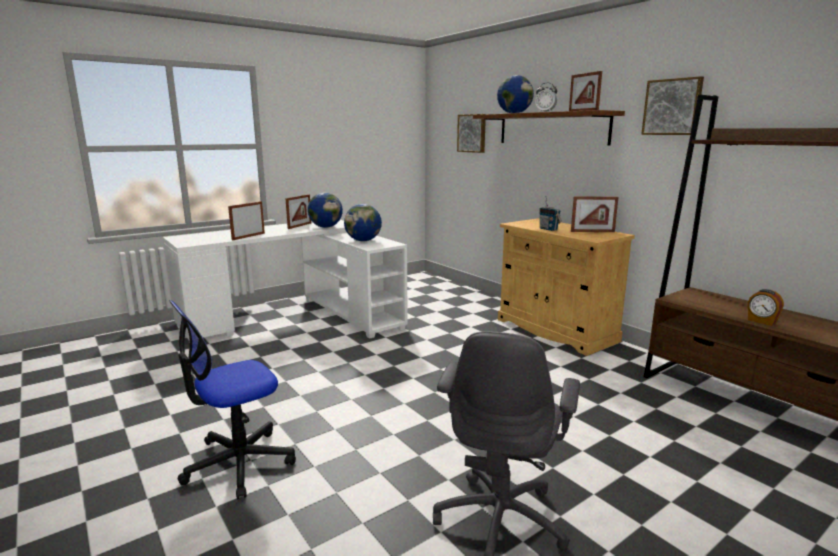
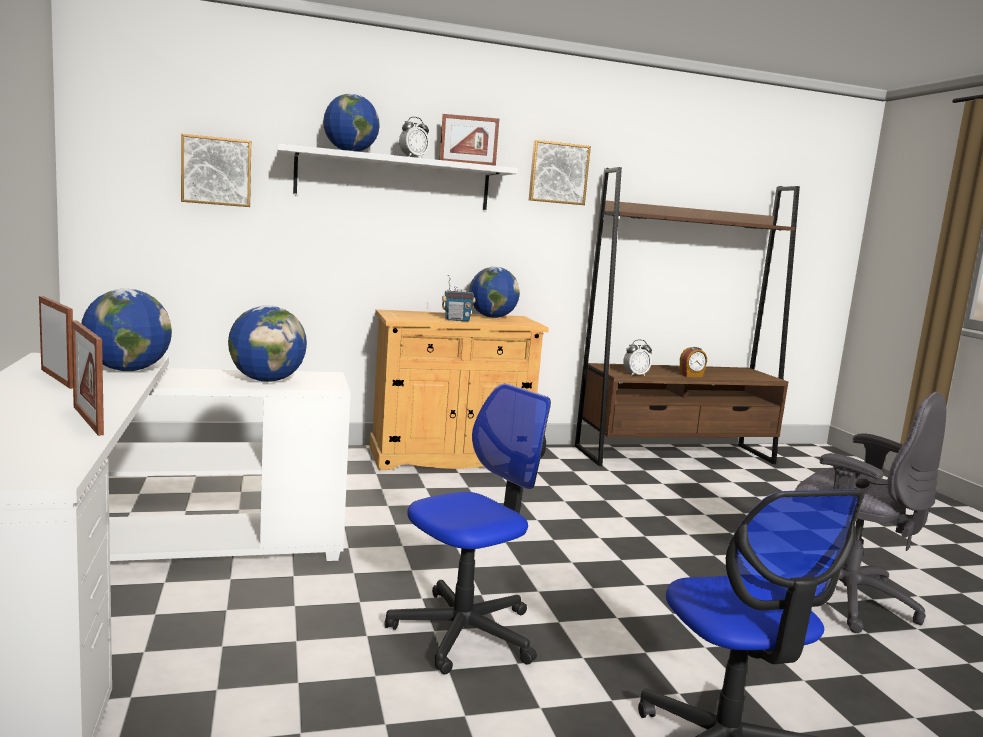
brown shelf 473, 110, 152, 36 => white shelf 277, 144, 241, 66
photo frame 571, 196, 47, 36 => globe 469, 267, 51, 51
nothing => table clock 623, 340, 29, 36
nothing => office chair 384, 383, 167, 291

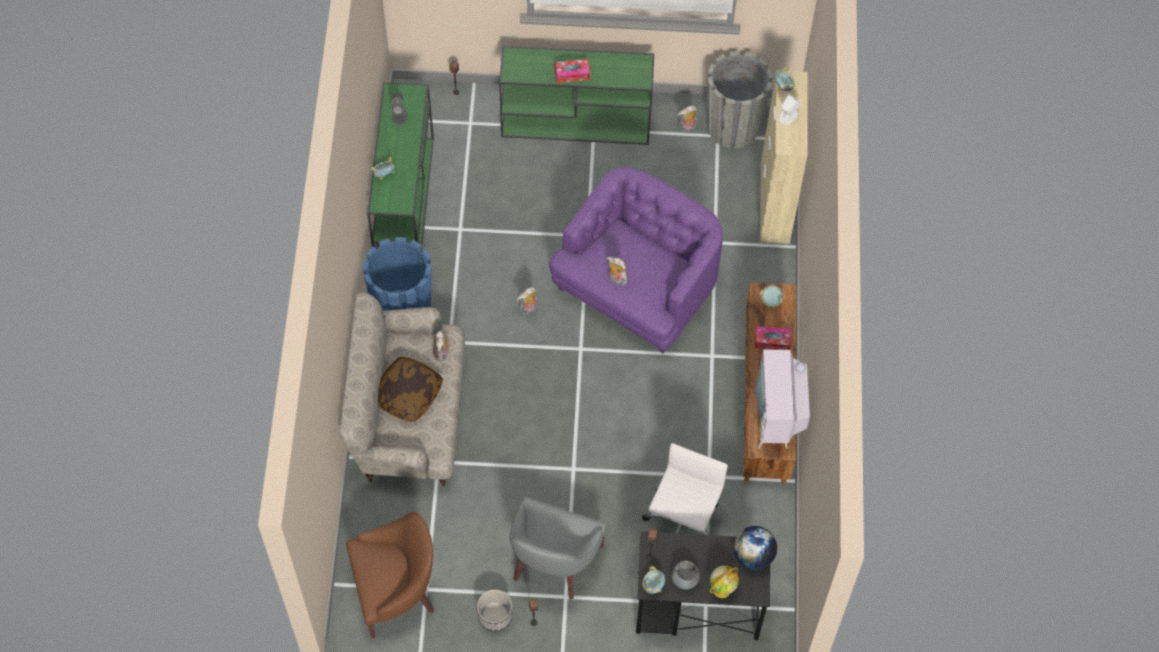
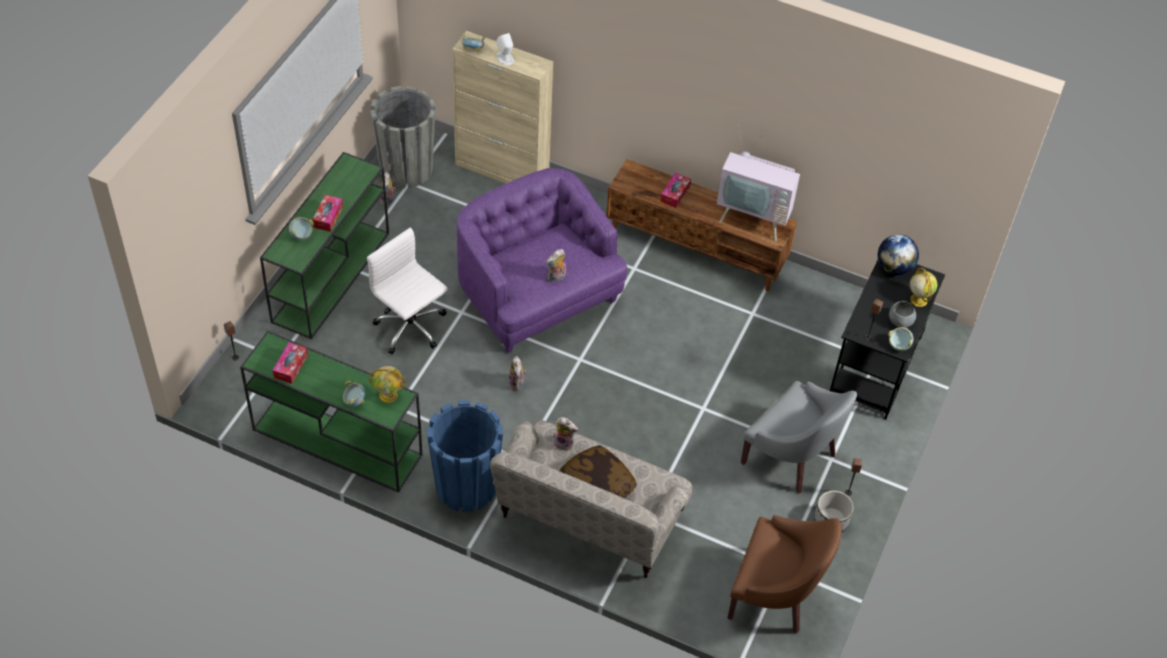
grey speaker 391, 93, 16, 32 => tissue holder 272, 342, 36, 42
deep dish 760, 285, 24, 23 => deep dish 289, 217, 24, 23, shifted
white office chair 642, 443, 86, 92 => white office chair 367, 228, 81, 126, shifted
brown easy chair 346, 512, 88, 126 => brown easy chair 727, 515, 115, 118, 105 degrees clockwise
nothing => globe 369, 366, 37, 37

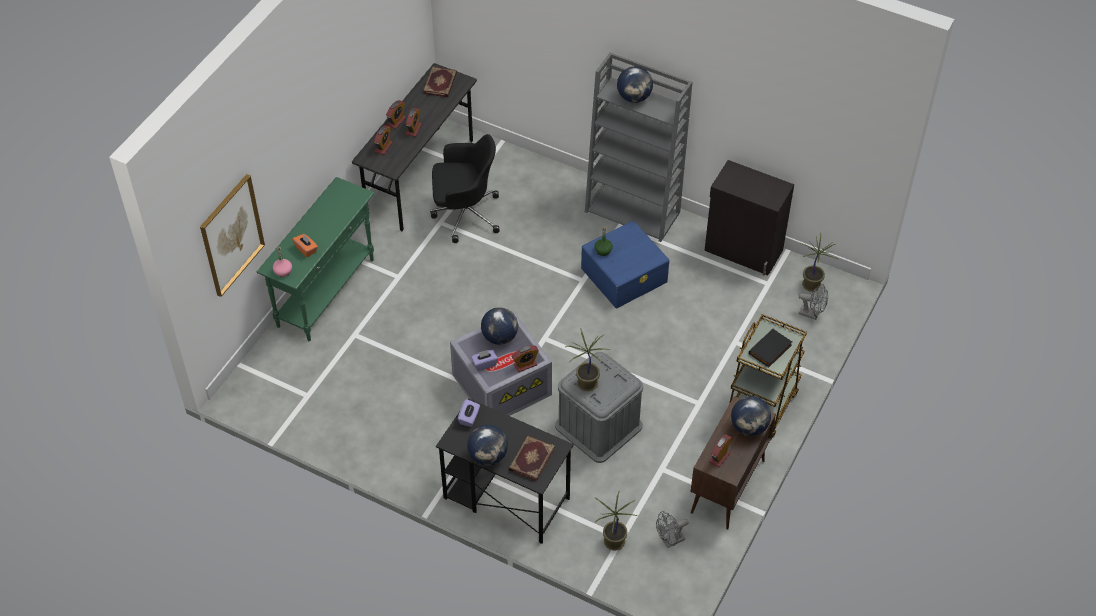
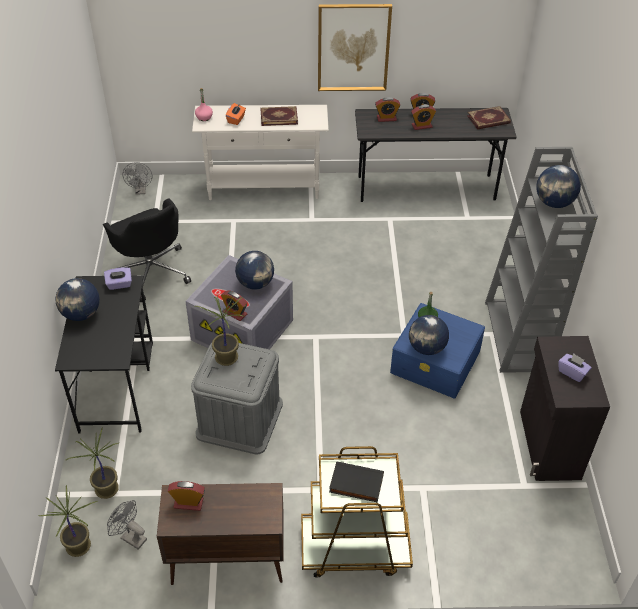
black-coloured office chair 430, 134, 69, 109 => black-coloured office chair 103, 198, 88, 104, shifted
wall art 200, 174, 65, 123 => wall art 318, 4, 74, 87, shifted
green-coloured hall table 257, 177, 118, 164 => white hall table 192, 105, 137, 95
potted plant 800, 233, 39, 59 => potted plant 39, 485, 58, 72, shifted
grey fan 799, 284, 29, 36 => grey fan 123, 162, 29, 33, shifted
purple tissue holder 471, 350, 27, 21 => purple tissue holder 558, 353, 34, 29, shifted
globe 731, 396, 40, 40 => globe 409, 315, 40, 40, shifted
volume 509, 435, 46, 47 => volume 260, 106, 38, 20, shifted

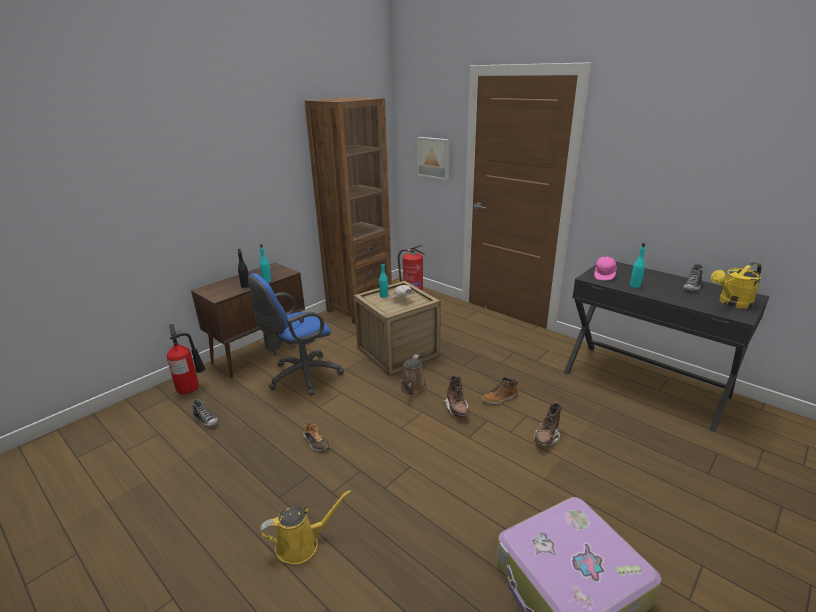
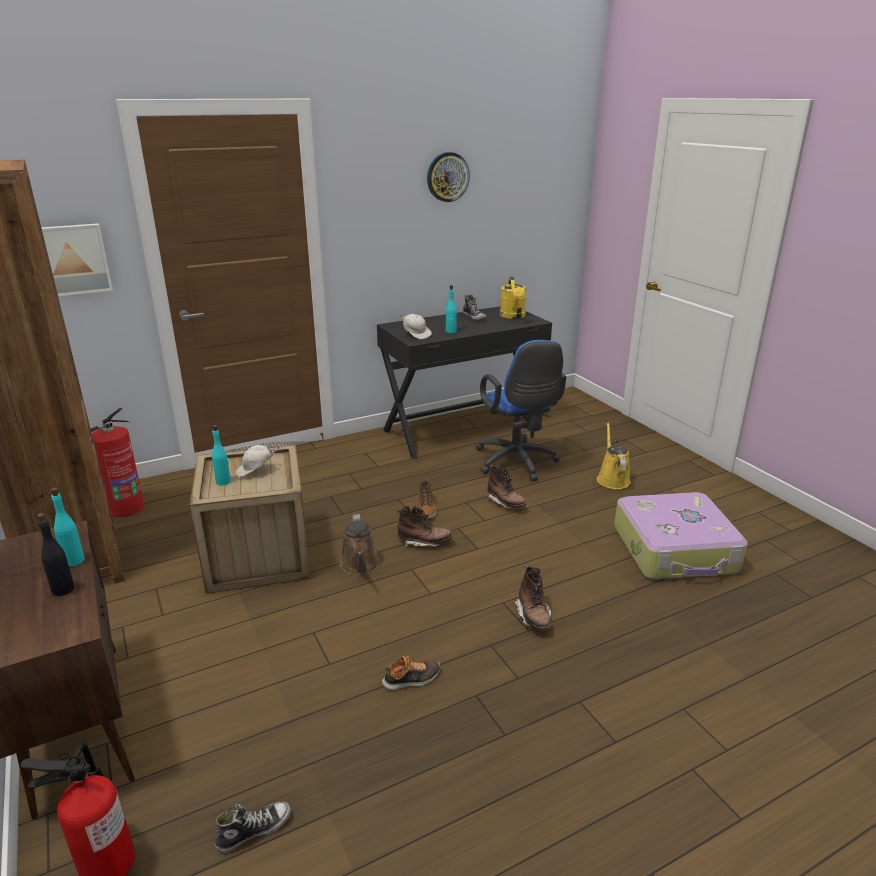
pinkish cap 594, 255, 23, 25 => white cap 400, 314, 32, 25
bluish office chair 248, 273, 96, 123 => bluish office chair 476, 340, 91, 142, shifted
brown sprinkling can 399, 354, 28, 42 => brown sprinkling can 340, 514, 40, 61, 45 degrees clockwise
yellowish sprinkling can 259, 490, 92, 74 => yellowish sprinkling can 597, 423, 34, 66, shifted
nothing => wall clock 427, 152, 43, 50
nothing => brown boot 514, 563, 38, 67

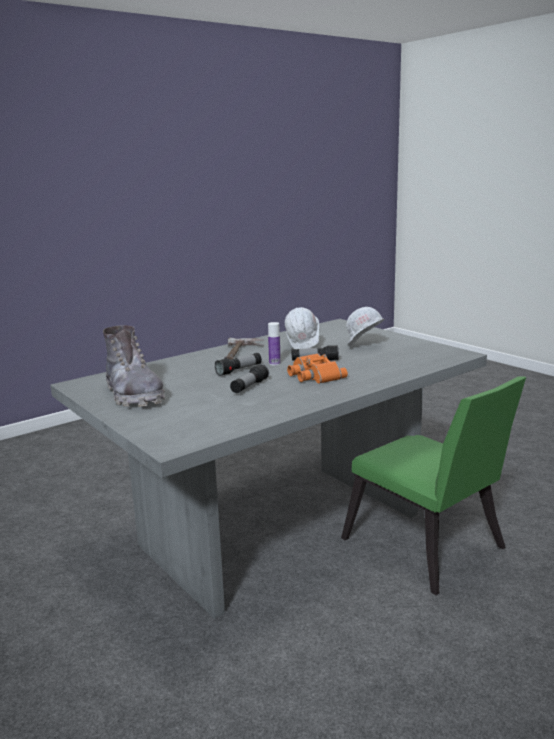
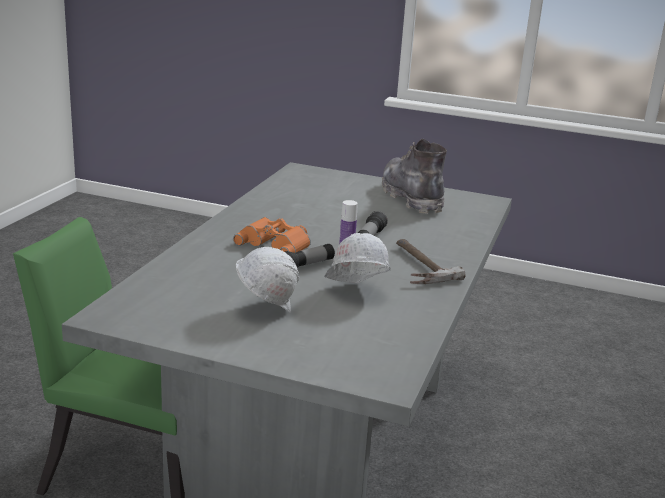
grey boot 103, 325, 62, 82 => grey boot 382, 139, 65, 75, 45 degrees clockwise
flashlight 230, 364, 39, 29 => nothing

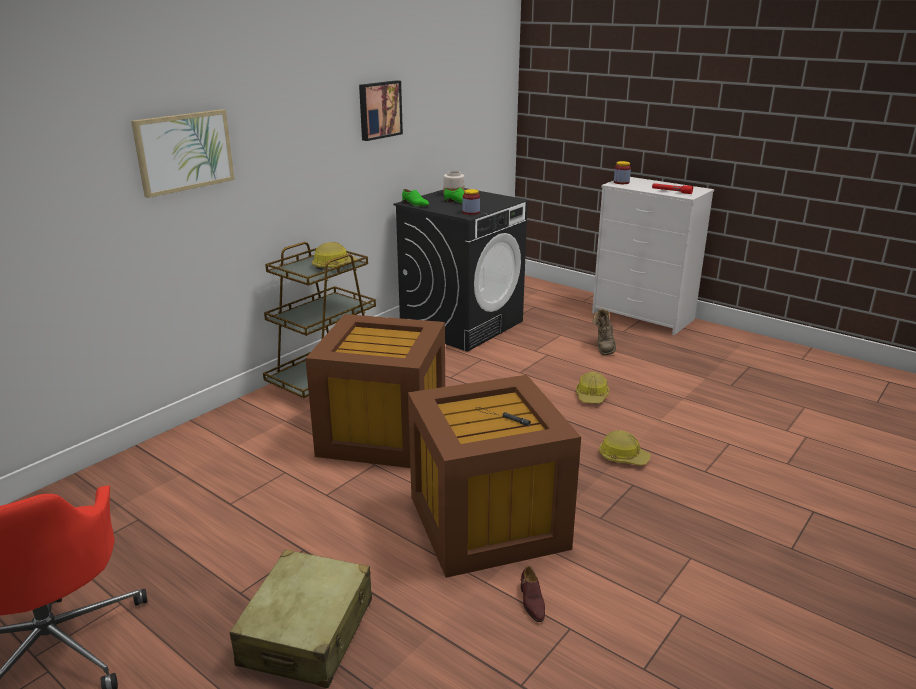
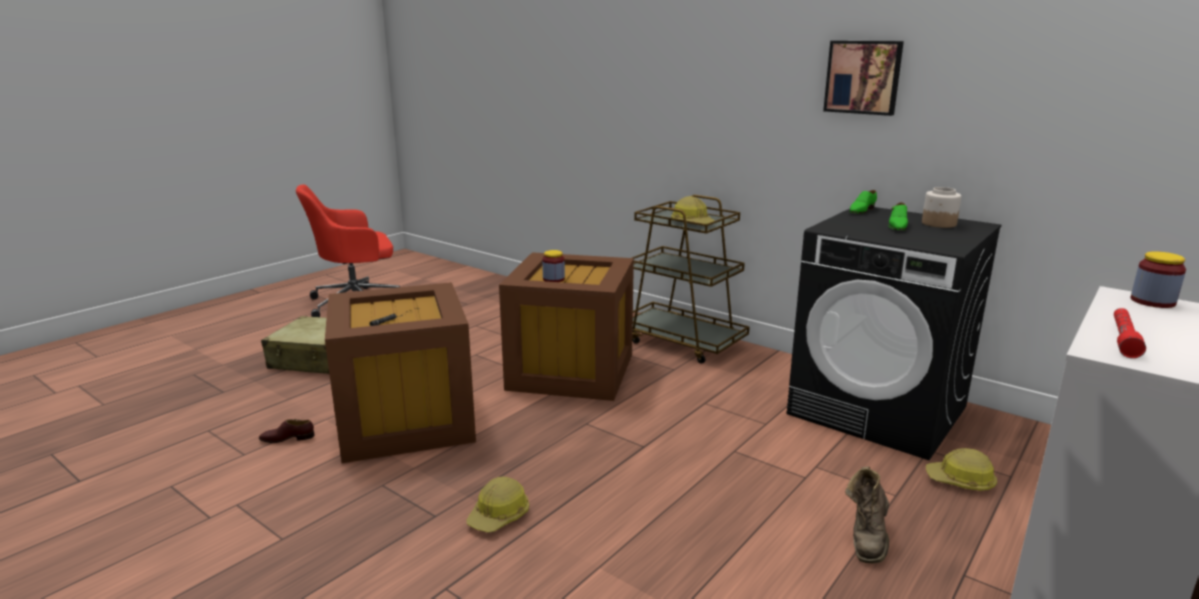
wall art 131, 109, 104, 89 => nothing
jar 463, 189, 17, 26 => jar 542, 250, 23, 32, shifted
brown boot 593, 308, 23, 47 => brown boot 845, 466, 44, 97, 75 degrees counterclockwise
work helmet 576, 372, 33, 32 => work helmet 926, 448, 71, 43, shifted

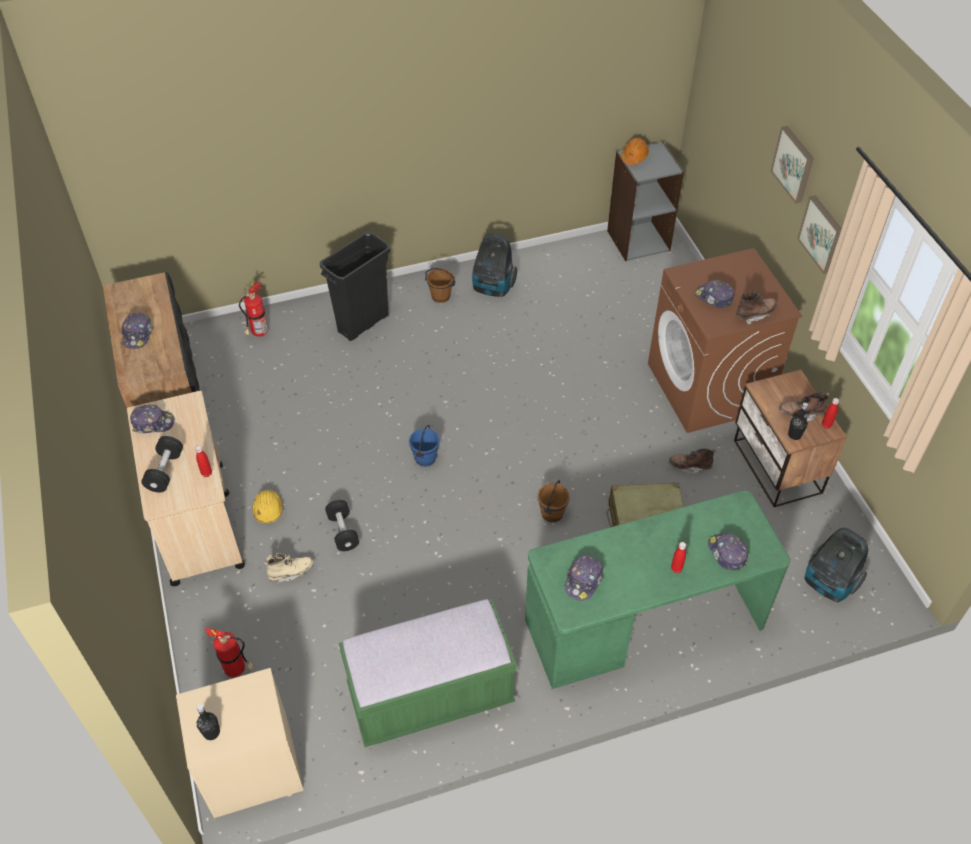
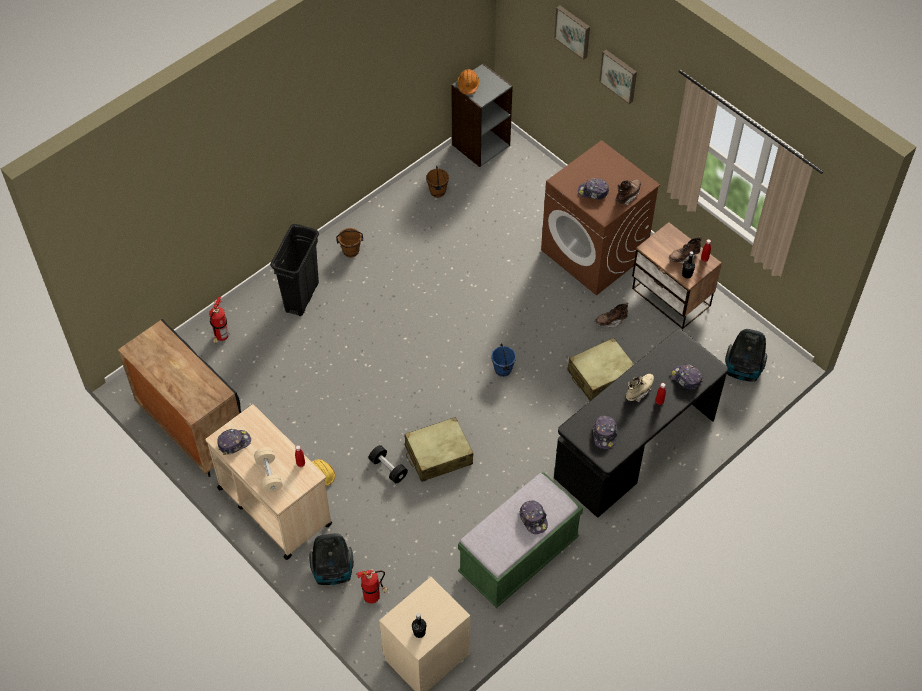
wall art 797, 195, 45, 79 => wall art 554, 5, 36, 55, shifted
vacuum 472, 233, 45, 64 => vacuum 309, 533, 45, 52, shifted
cap 121, 313, 32, 36 => cap 519, 500, 29, 34, shifted
bluish water bucket 409, 425, 31, 42 => bluish water bucket 491, 344, 25, 33, shifted
black-coloured dumbbell 141, 436, 42, 56 => beige dumbbell 254, 447, 29, 46
brown water bucket 538, 480, 32, 43 => brown water bucket 426, 166, 23, 32, shifted
green-coloured desk 525, 491, 265, 198 => black-coloured desk 554, 329, 174, 189
beige boot 264, 553, 49, 31 => beige boot 626, 374, 28, 28, shifted
nothing => beige travel case 405, 417, 68, 65

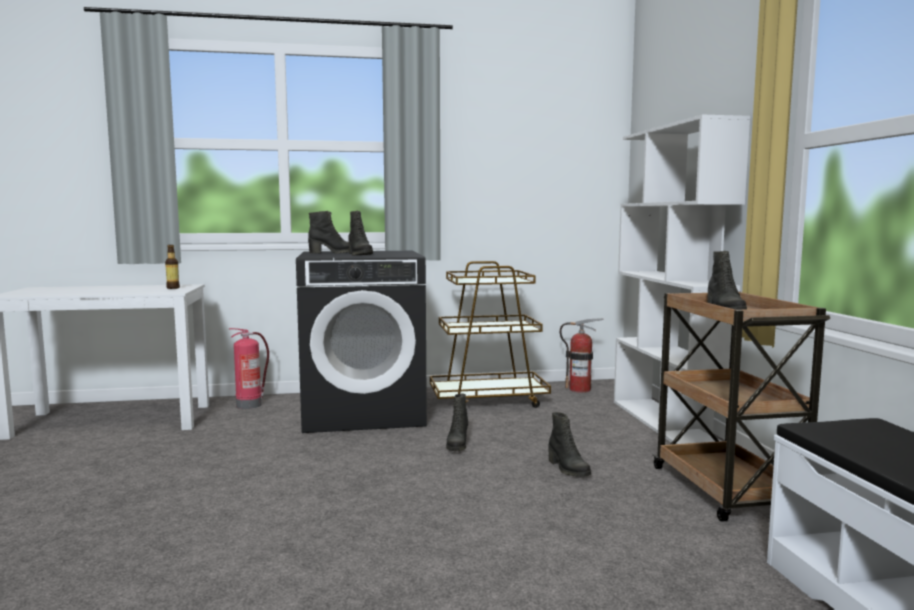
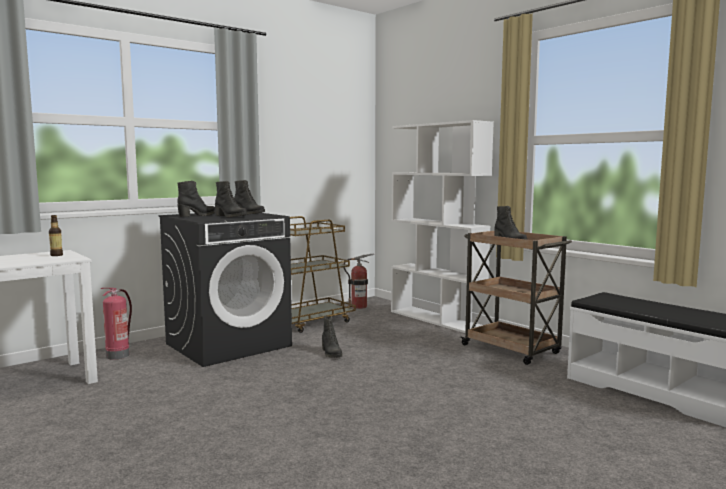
black-coloured boot 549, 412, 42, 65 => black-coloured boot 234, 180, 31, 34, shifted

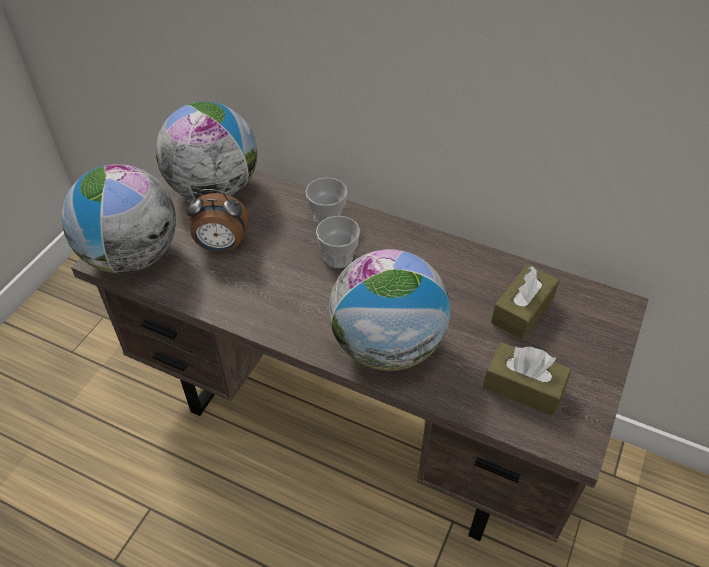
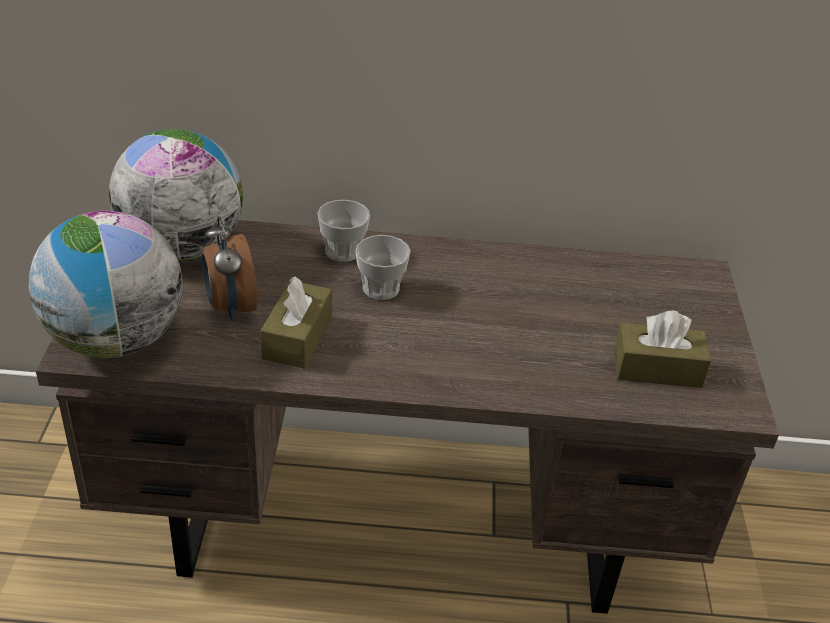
table clock 186, 189, 64, 63 => table clock 202, 216, 55, 103, 90 degrees clockwise
globe 329, 249, 121, 122 => nothing
brown tissue holder 491, 264, 69, 76 => brown tissue holder 260, 276, 72, 93, shifted

